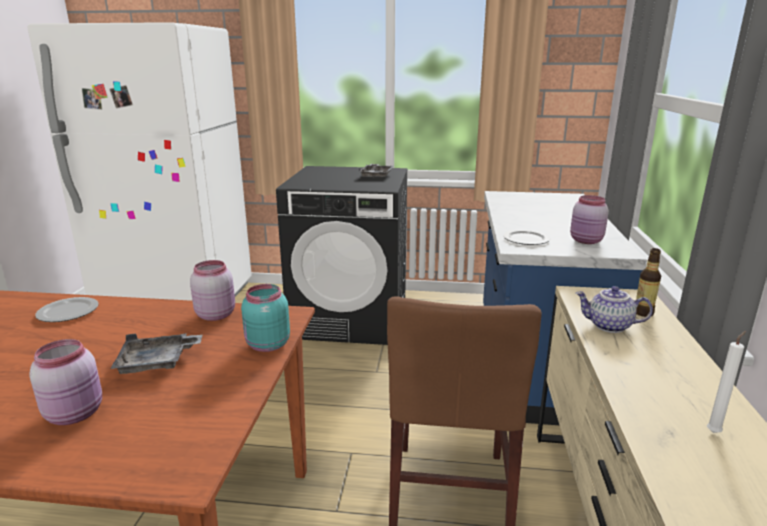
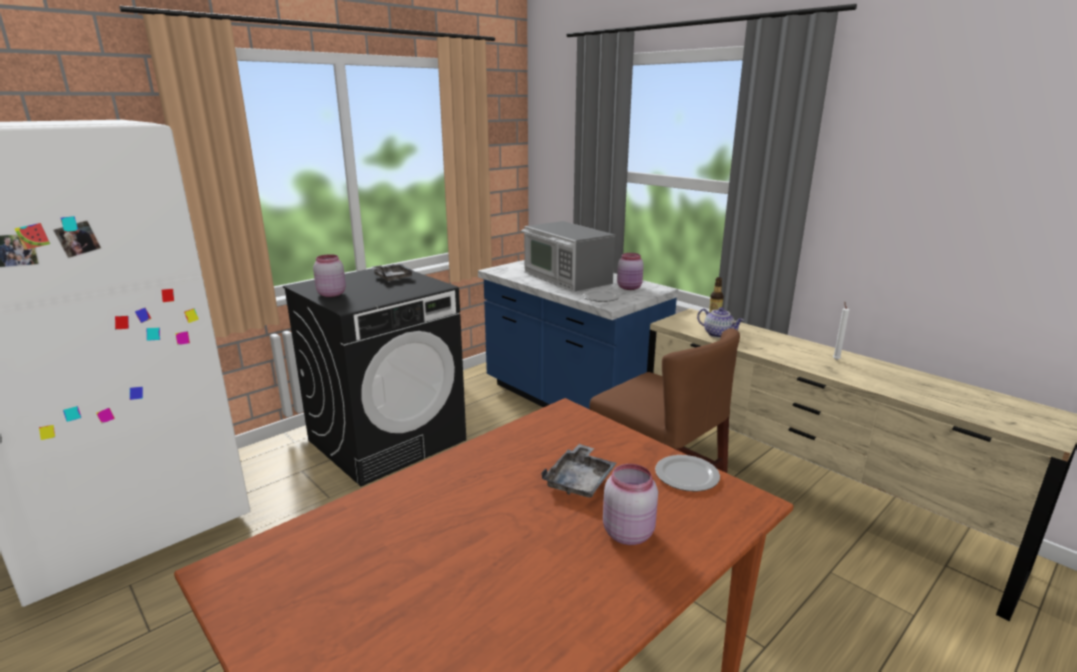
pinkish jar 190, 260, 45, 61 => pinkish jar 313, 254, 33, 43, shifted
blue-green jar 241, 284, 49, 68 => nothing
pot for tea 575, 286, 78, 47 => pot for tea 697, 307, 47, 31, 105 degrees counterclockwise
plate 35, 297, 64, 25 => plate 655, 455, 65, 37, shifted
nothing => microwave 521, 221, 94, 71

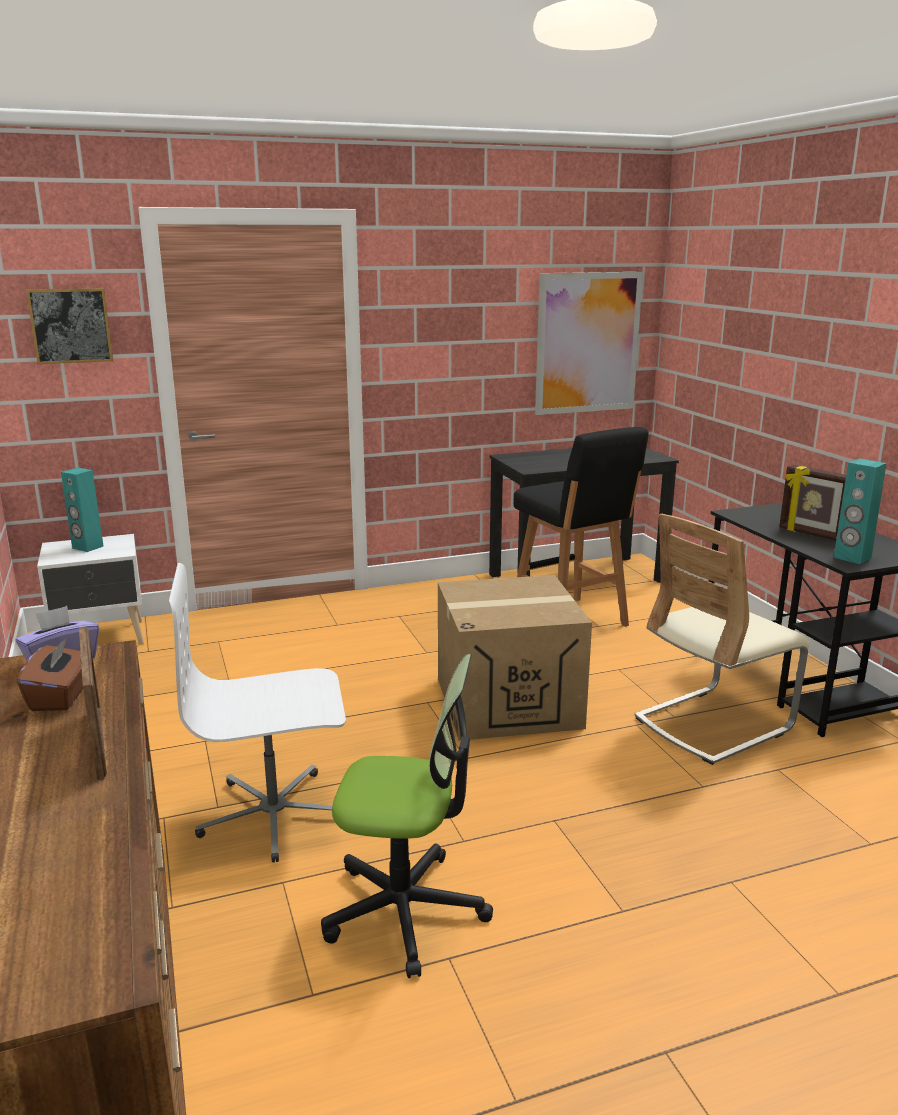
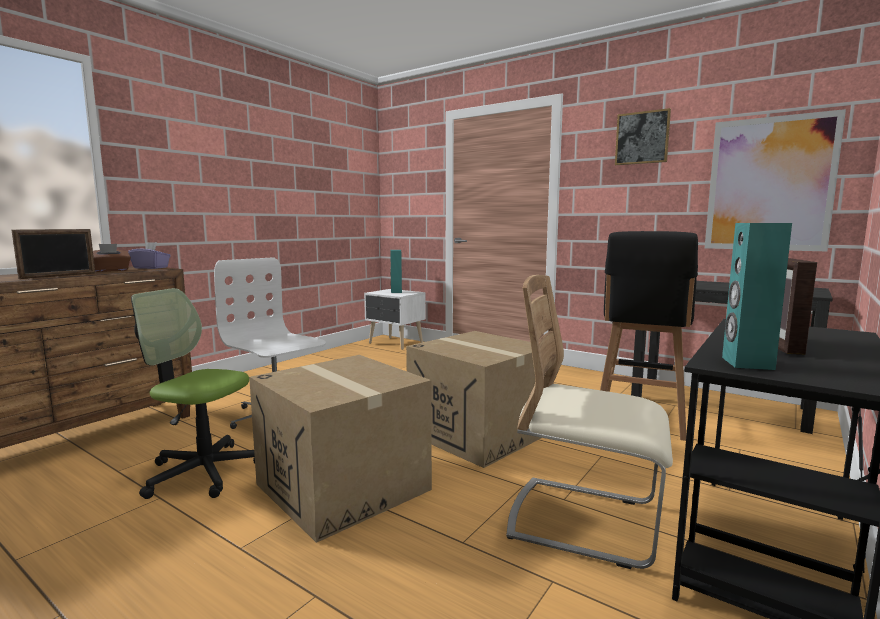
wall art 26, 288, 87, 76 => wall art 615, 108, 56, 57, shifted
office chair 321, 654, 172, 324 => office chair 131, 288, 124, 211, 135 degrees clockwise
nothing => cardboard box 249, 355, 183, 188

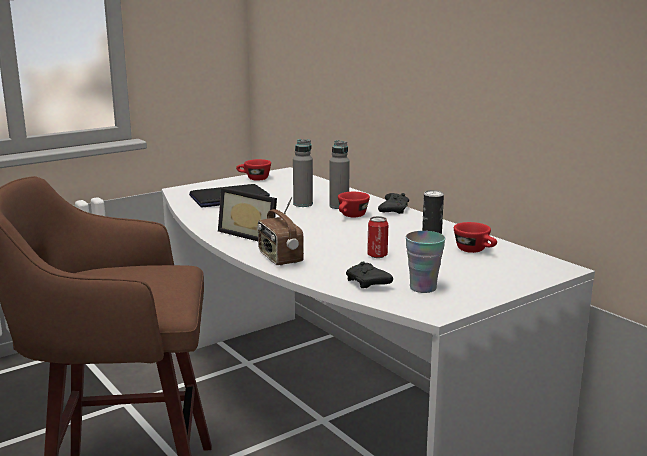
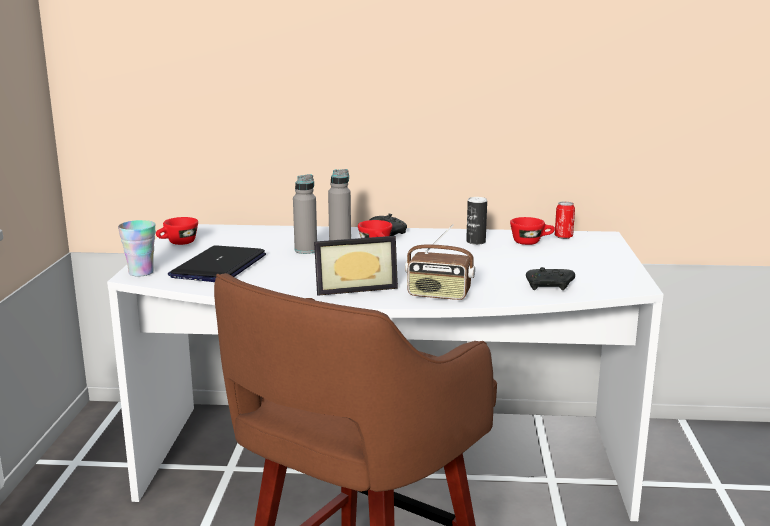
metal can 367, 216, 21, 42 => metal can 555, 202, 20, 37, shifted
small cup 406, 231, 39, 62 => small cup 118, 220, 37, 57, shifted

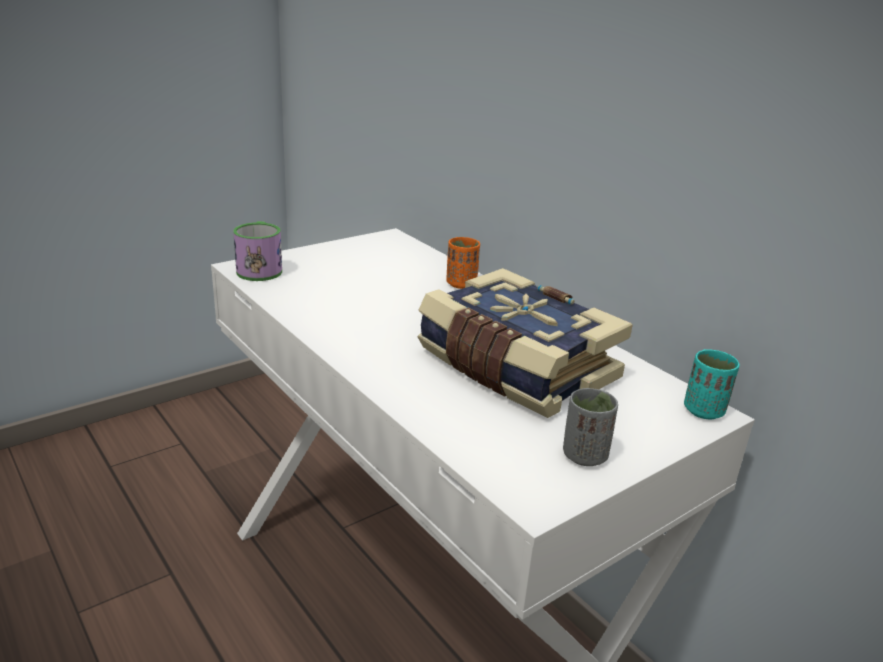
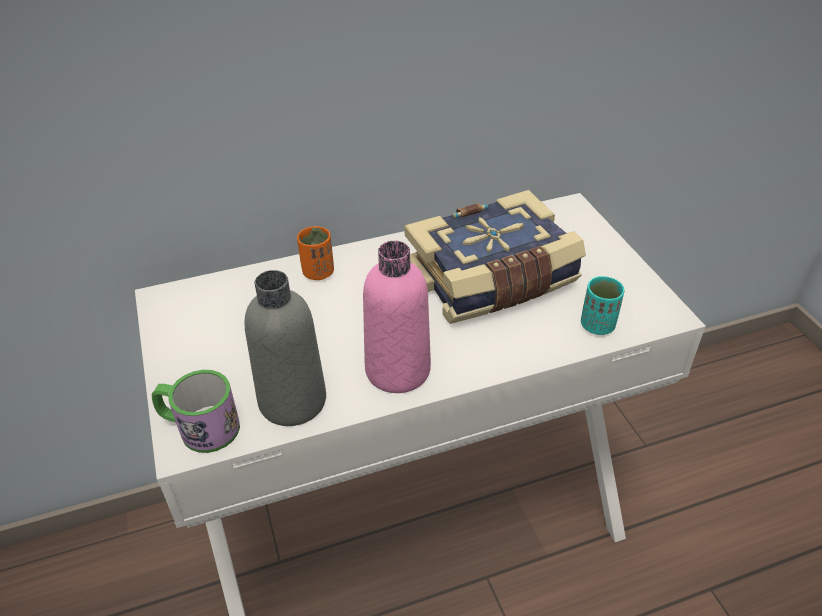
blue-green small cup 684, 349, 56, 71 => blue-green small cup 581, 276, 43, 59, shifted
grey small cup 563, 388, 55, 78 => nothing
nothing => pinkish bottle 363, 241, 68, 152
nothing => grey bottle 244, 270, 82, 156

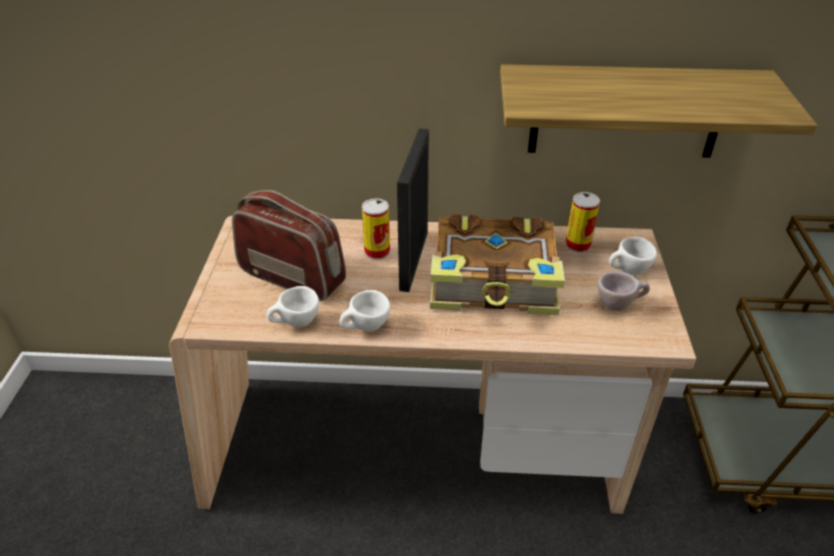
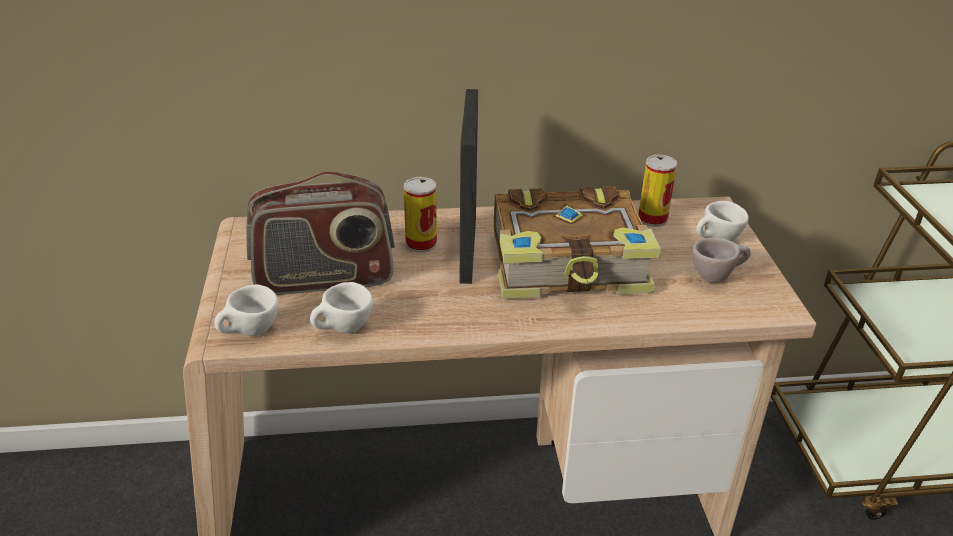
shelf 500, 64, 318, 94 => nothing
radio set 232, 190, 114, 111 => radio set 246, 171, 149, 124, 150 degrees clockwise
white small cup 339, 290, 52, 42 => white small cup 214, 284, 65, 52, shifted

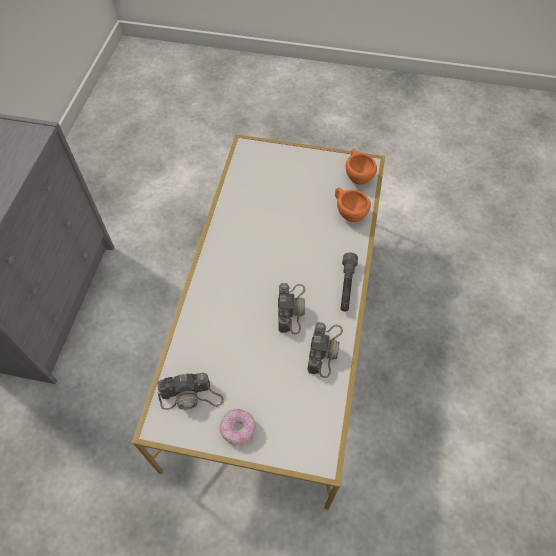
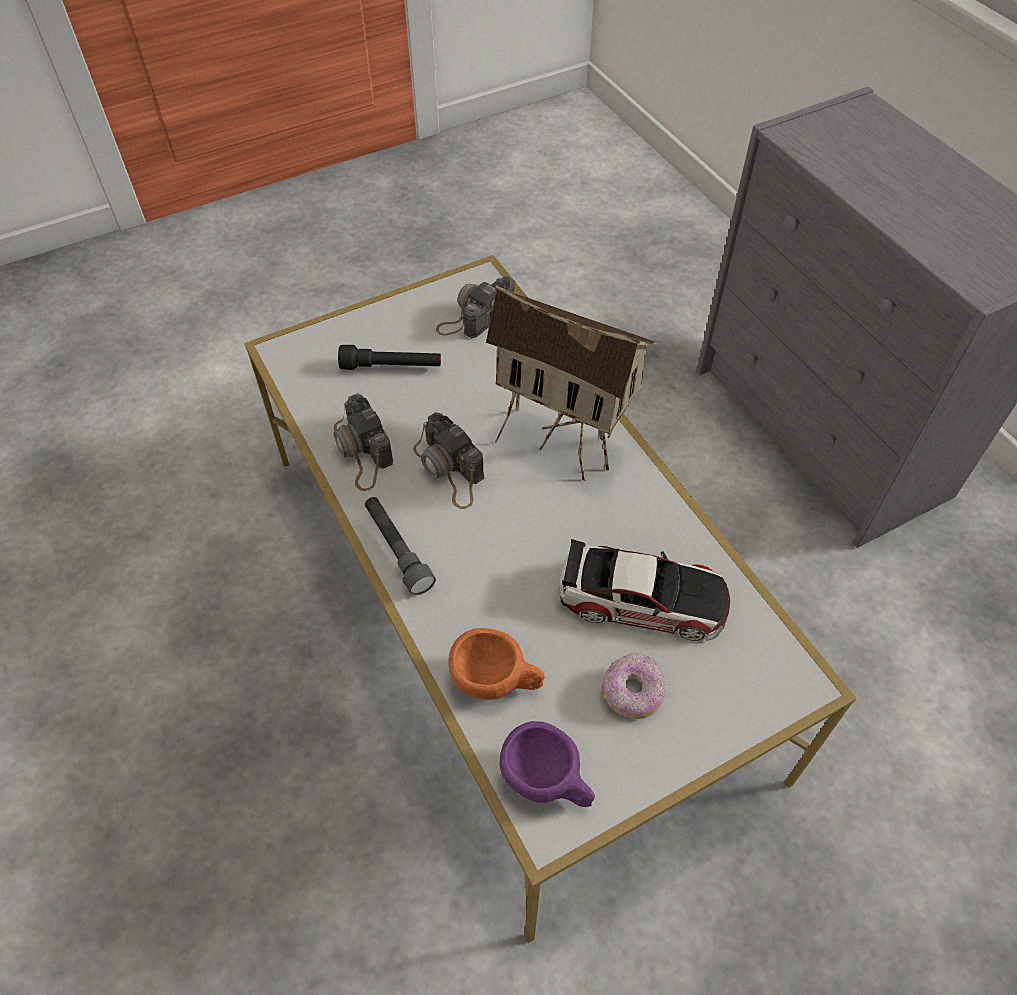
orange small cup 346, 149, 31, 36 => purple small cup 499, 721, 96, 86
ring doughnut 220, 409, 36, 36 => ring doughnut 601, 653, 66, 66, shifted
nothing => miniature house 486, 285, 172, 196
nothing => black-coloured flashlight 338, 345, 103, 25
nothing => model car 560, 539, 170, 102

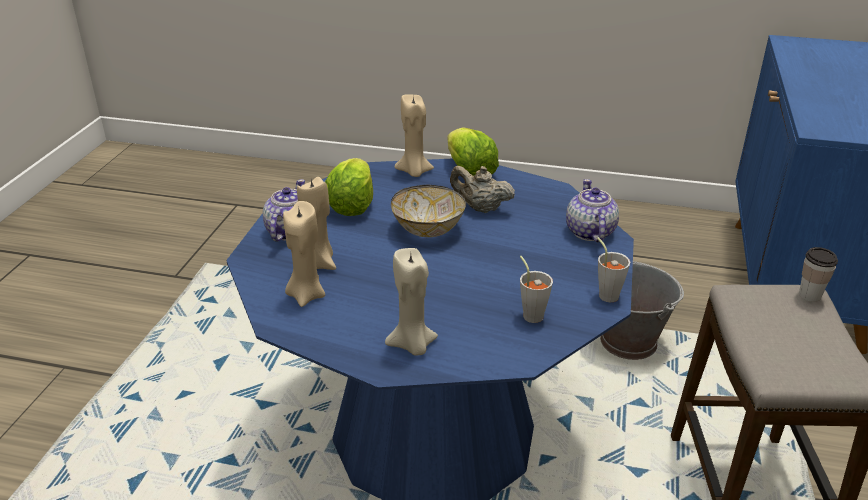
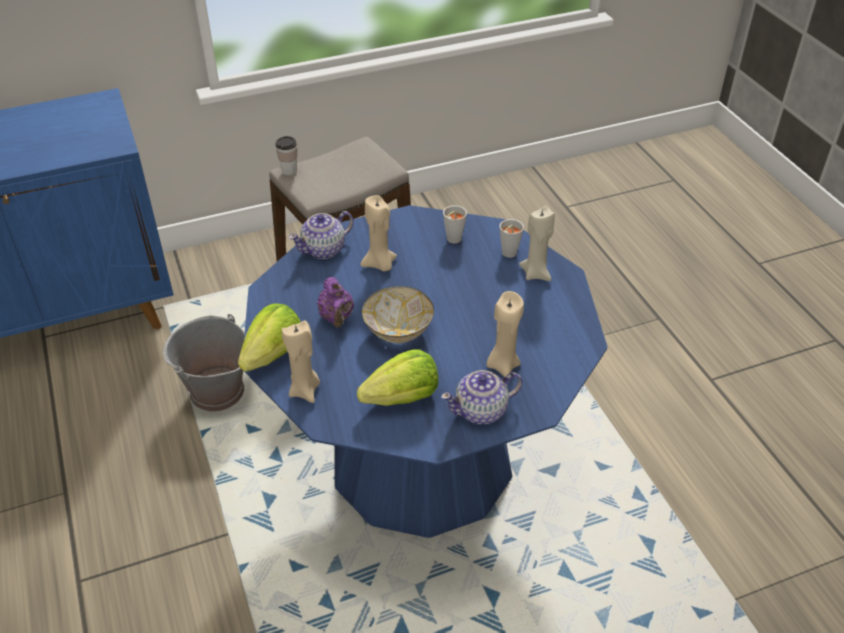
beige pot for tea 450, 166, 65, 47 => purple pot for tea 317, 277, 37, 50
beige wax candle 283, 201, 42, 106 => beige wax candle 361, 195, 36, 76, shifted
grey small cup 597, 237, 33, 65 => grey small cup 499, 219, 25, 39, shifted

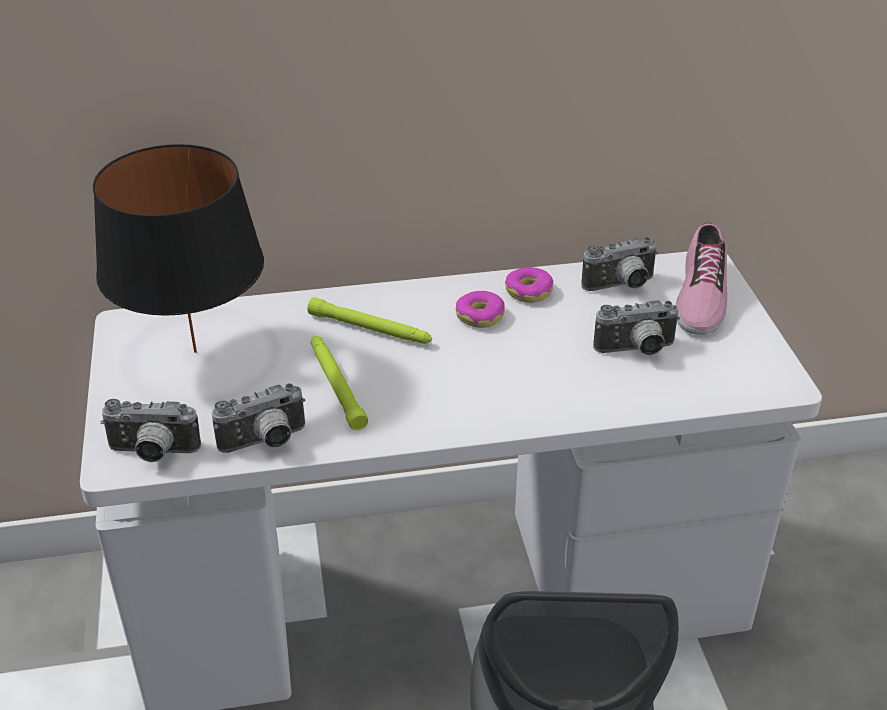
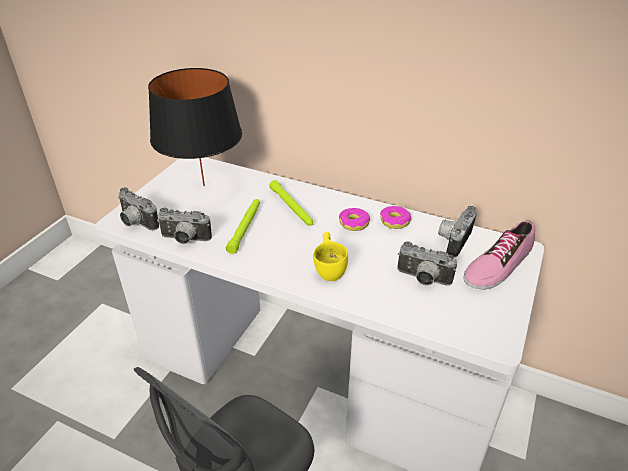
still camera 581, 237, 77, 54 => still camera 438, 206, 39, 51, 105 degrees clockwise
nothing => yellowish small cup 313, 232, 35, 49

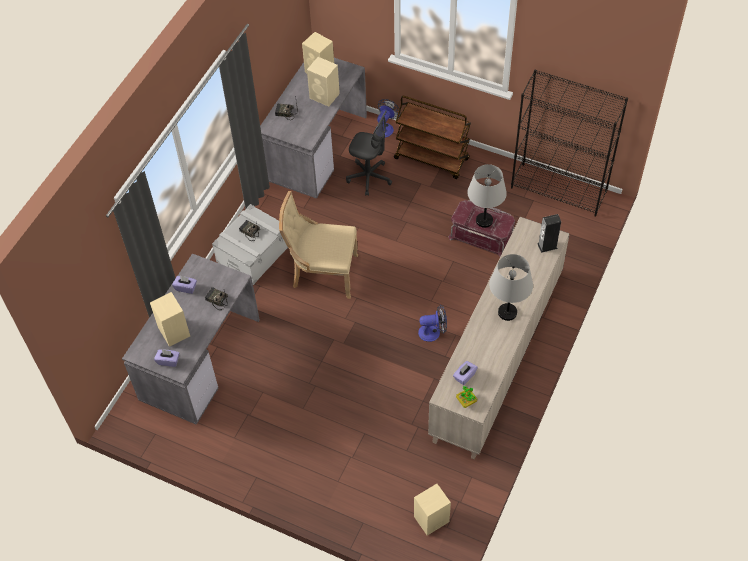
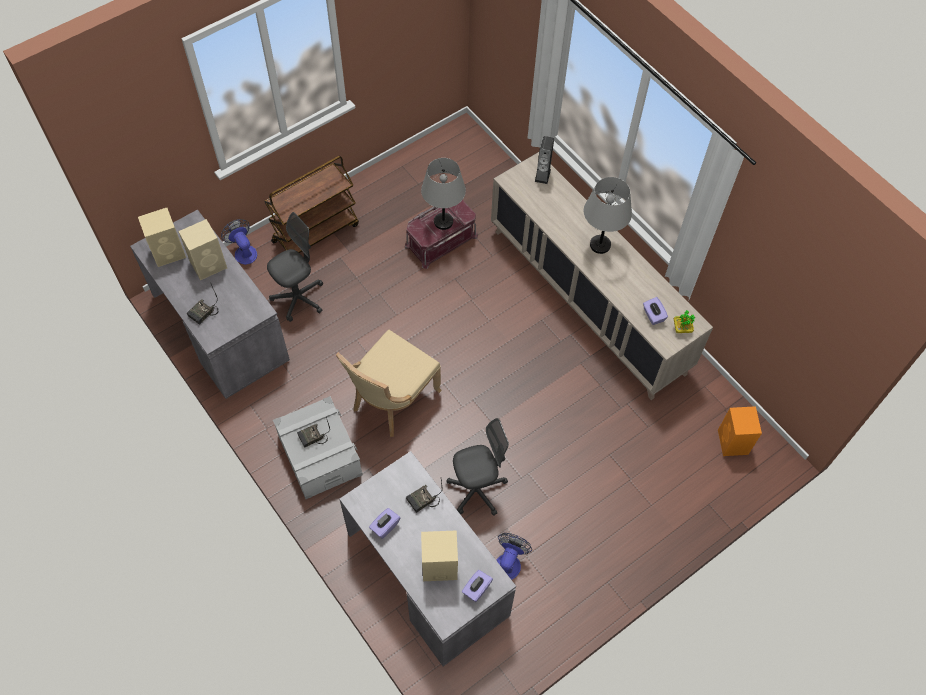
black-coloured shelving unit 511, 69, 117, 148 => nothing
fan 418, 305, 29, 37 => fan 496, 533, 36, 47, shifted
beige speaker 414, 484, 37, 52 => orange speaker 718, 406, 44, 50
nothing => grey office chair 446, 418, 63, 98

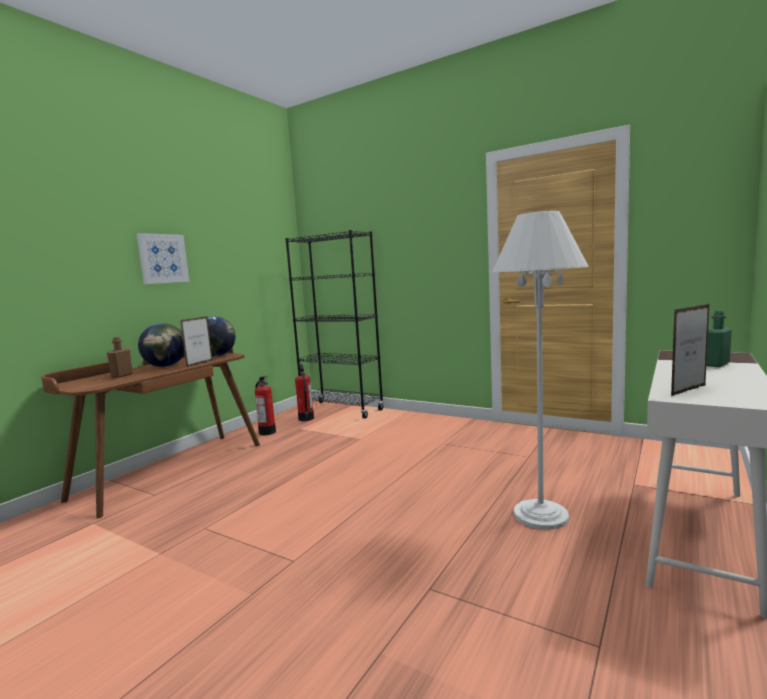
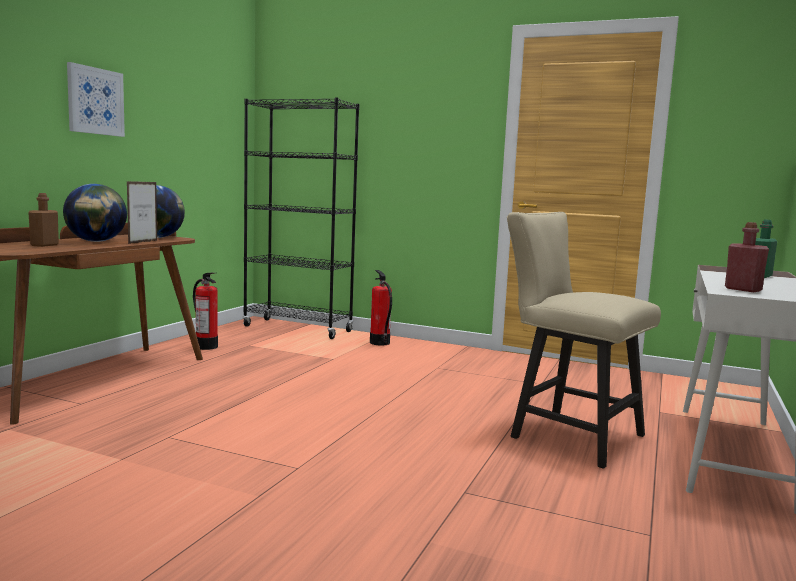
white standard lamp 492, 211, 97, 319 => beige chair 507, 212, 154, 257
photo frame 671, 304, 39, 92 => reddish bottle 725, 222, 44, 70
fire-fighting cylinder 295, 363, 19, 58 => fire-fighting cylinder 370, 270, 22, 76, shifted

